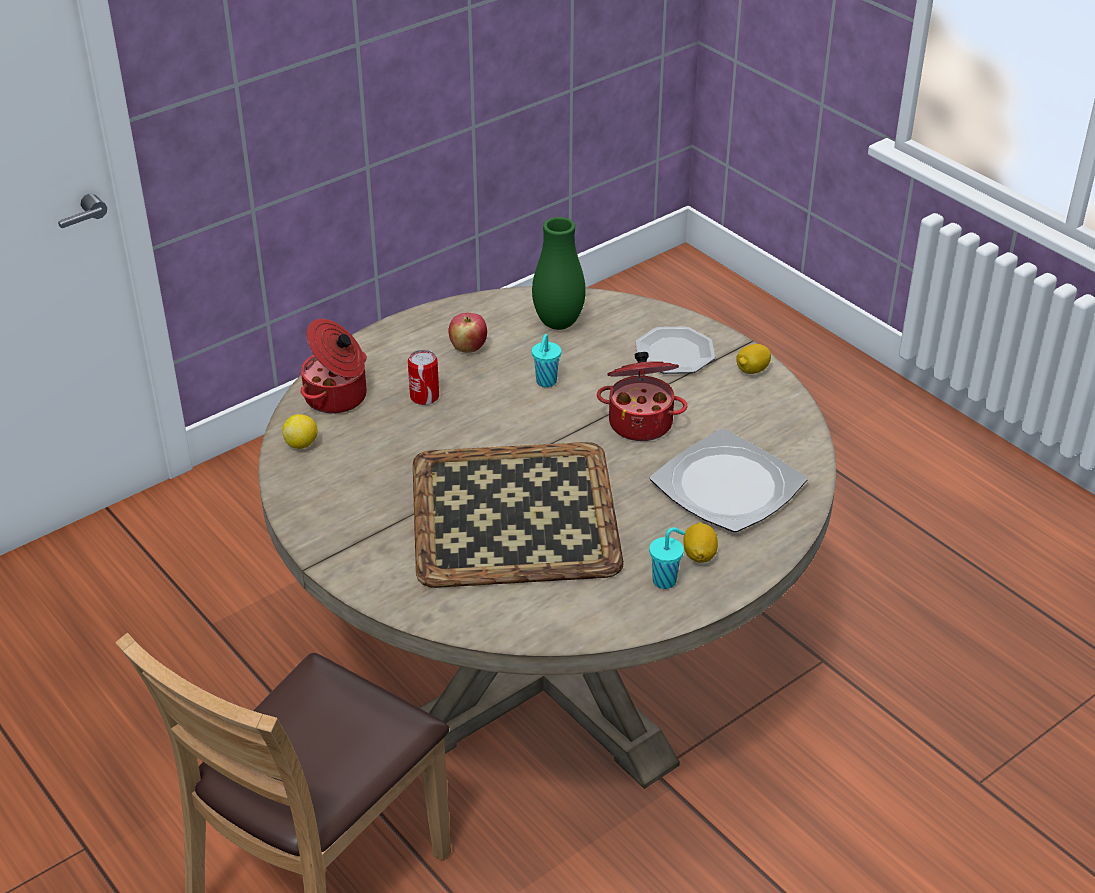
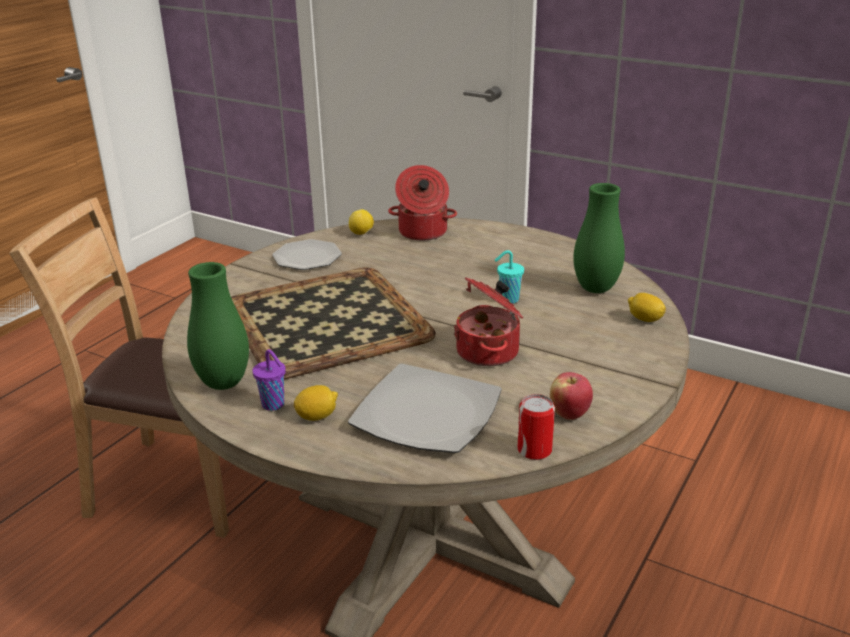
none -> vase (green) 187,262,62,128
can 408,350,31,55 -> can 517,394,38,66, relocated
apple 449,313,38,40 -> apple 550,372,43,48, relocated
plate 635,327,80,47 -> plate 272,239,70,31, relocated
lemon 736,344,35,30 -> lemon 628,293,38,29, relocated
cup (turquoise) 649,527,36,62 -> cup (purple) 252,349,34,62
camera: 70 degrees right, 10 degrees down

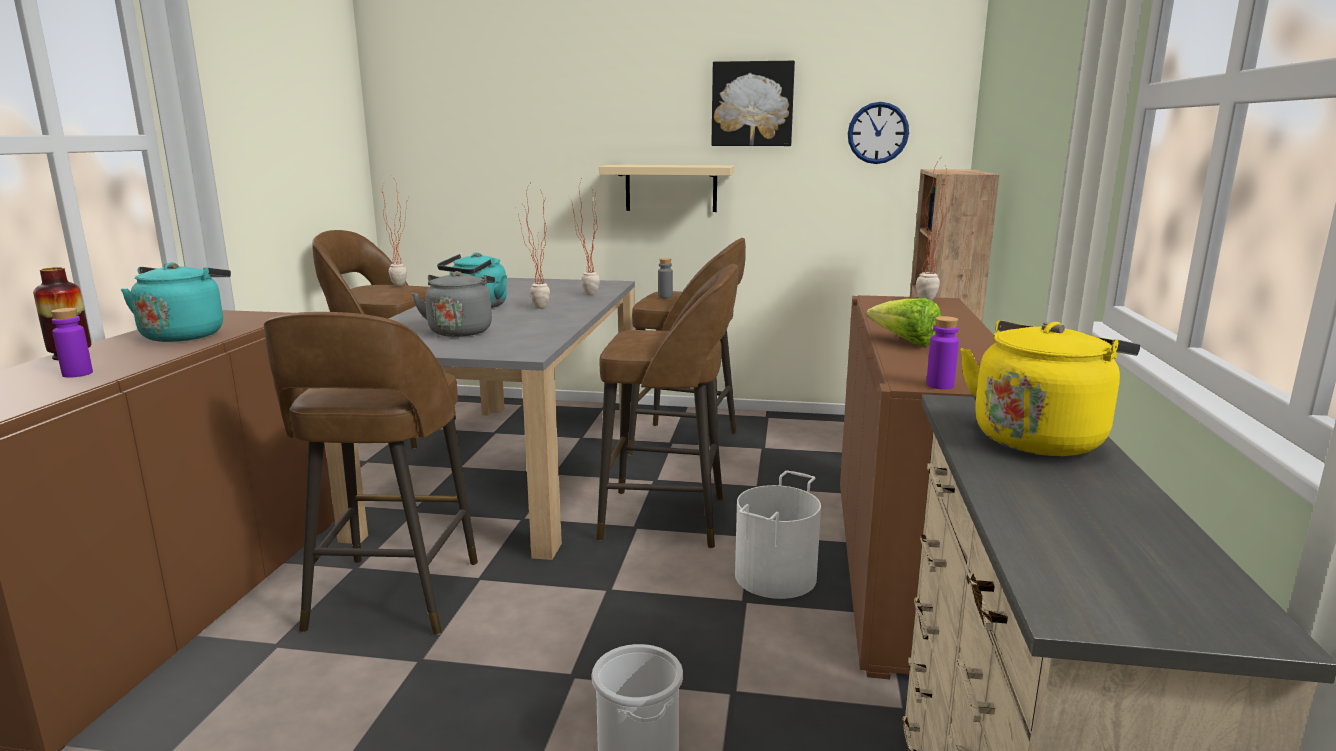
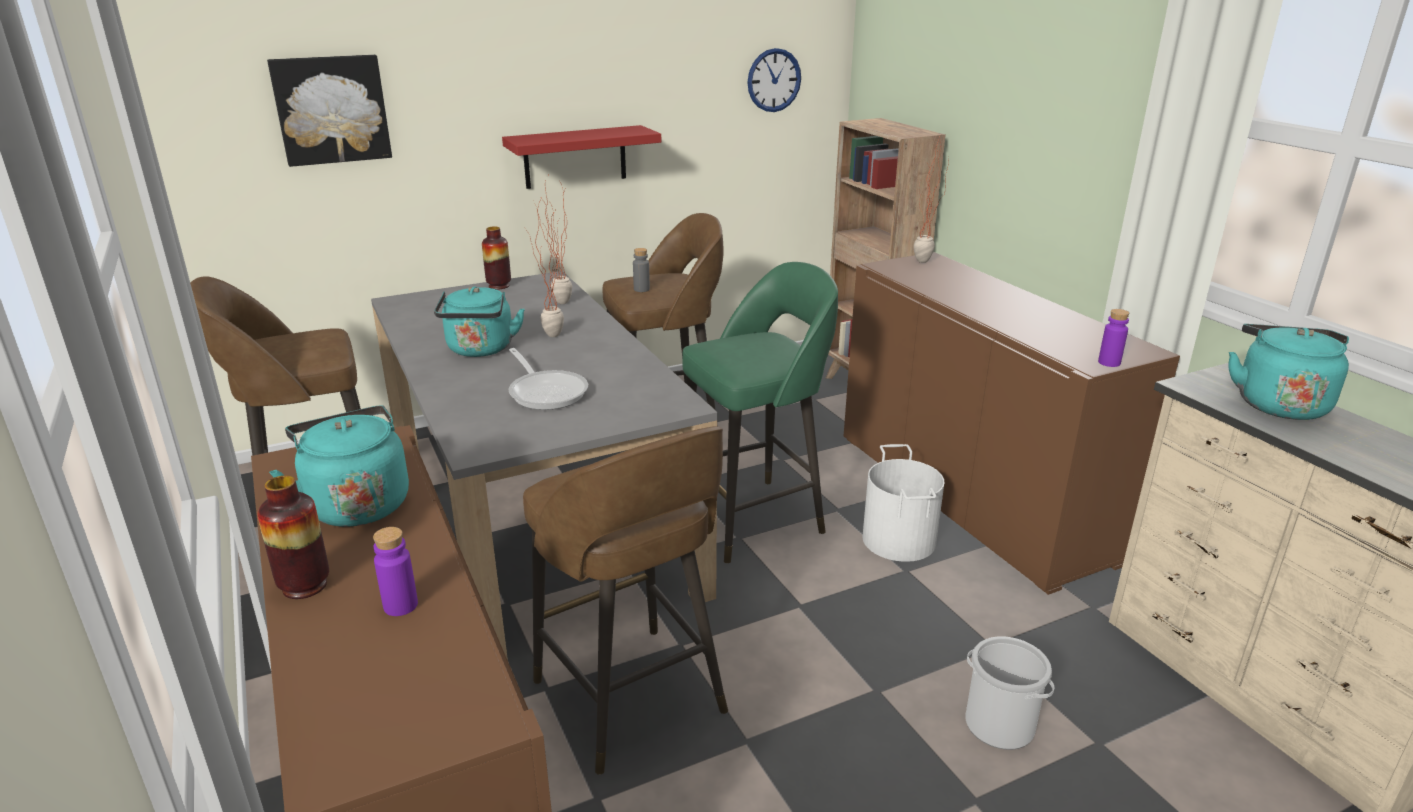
potted plant 380,176,29,110 -> none
lettuce 867,298,74,48 -> none
none -> vase 482,226,29,64
picture 712,61,83,85 -> picture 267,55,125,112, relocated
kettle (grey) 412,271,83,66 -> frying pan 509,348,79,62
stool (brown) 596,264,142,285 -> stool (green) 682,262,156,302
shelf (beige) 599,165,136,47 -> shelf (red) 502,125,159,64
kettle (yellow) 960,320,180,136 -> kettle (turquoise) 1228,324,121,96
camera: 35 degrees left, 10 degrees up

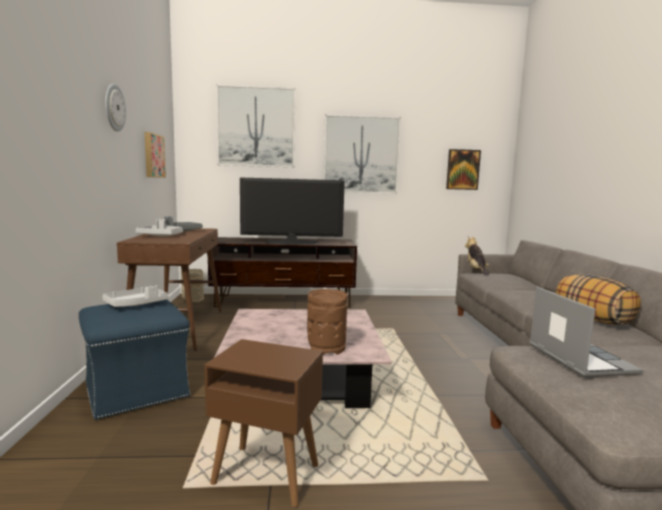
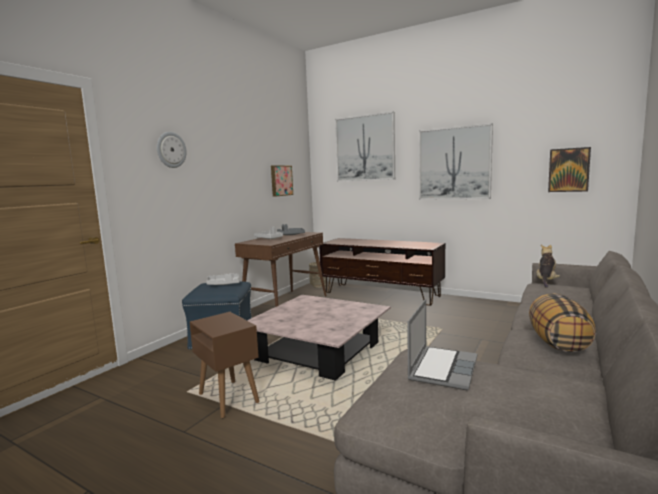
television 240,177,105,67 -> none
vase (brown) 307,289,40,66 -> none
wall clock 105,84,21,48 -> wall clock 157,132,30,36, relocated
camera: 35 degrees right, 0 degrees up

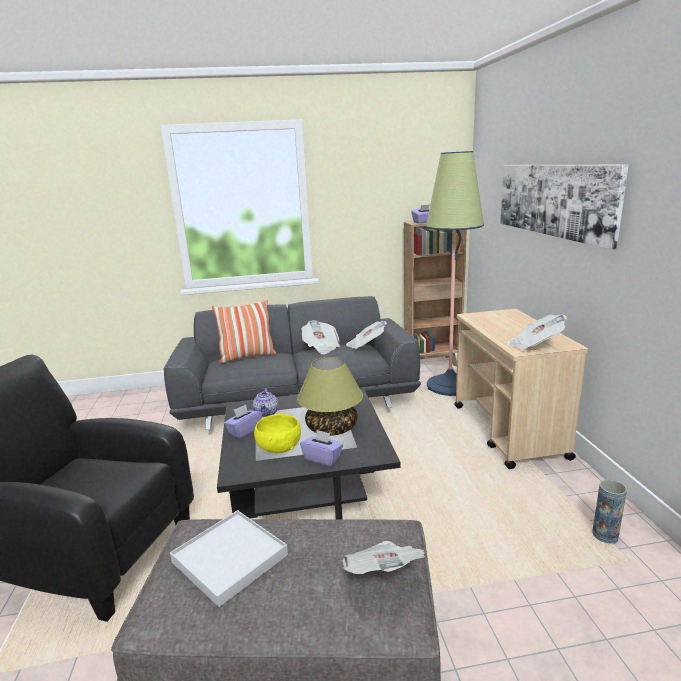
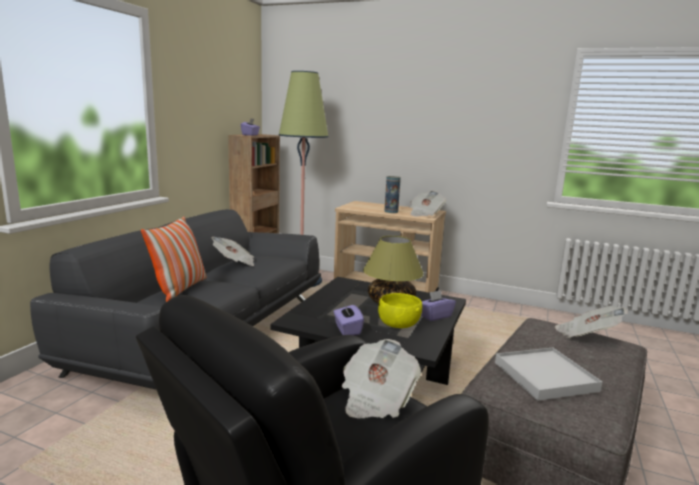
teapot 253,389,25,28 -> none
picture 500,165,128,85 -> none
newspaper 346,321,41,28 -> newspaper 342,339,79,79, relocated
vase 592,480,35,64 -> vase 384,176,17,37, relocated
camera: 60 degrees left, 5 degrees down

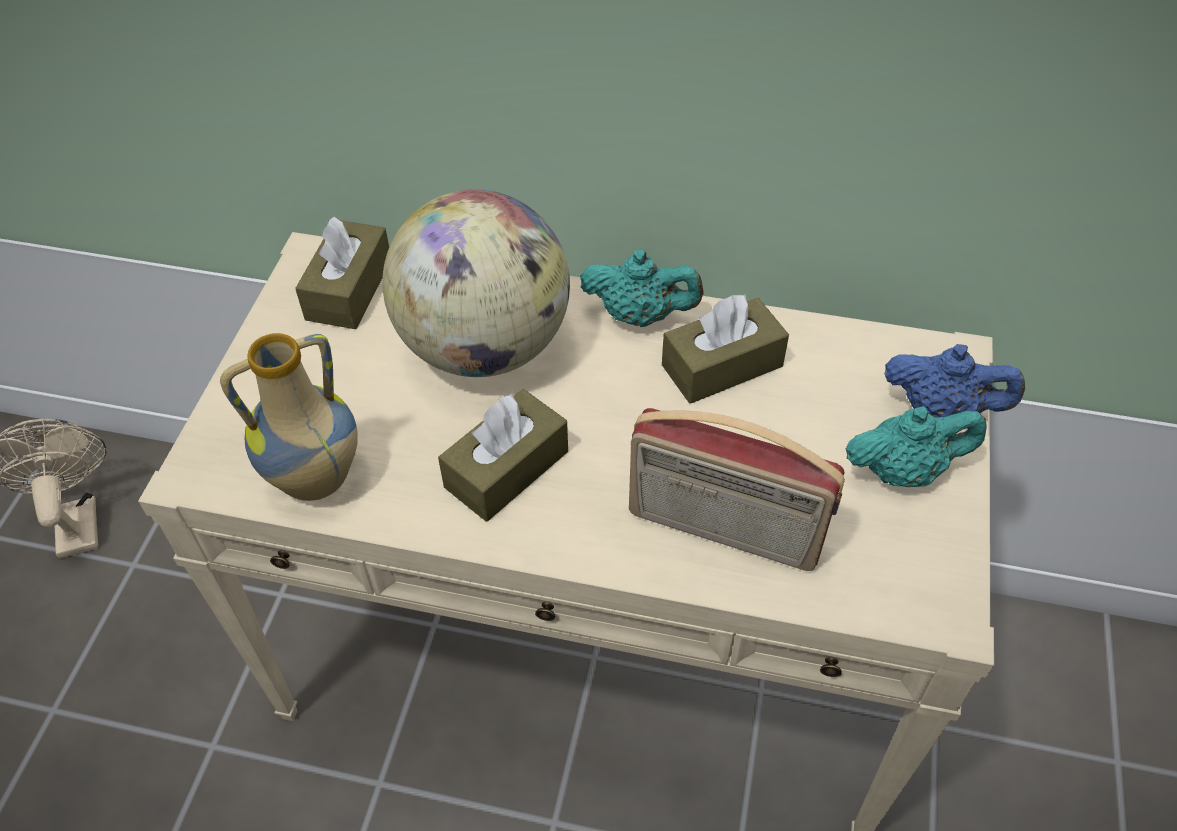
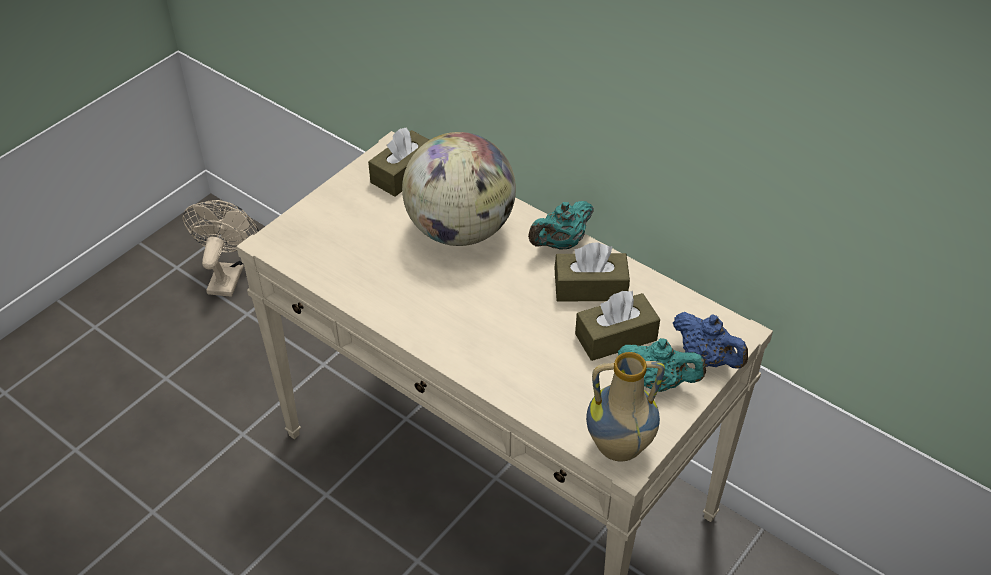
radio 629,408,216,163 -> none
vase 220,333,138,168 -> vase 586,352,79,109, relocated
tissue box (brown) 438,389,130,133 -> tissue box (brown) 575,291,85,70, relocated
teapot (turquoise) 580,250,123,77 -> teapot (turquoise) 528,201,66,49, 105 degrees clockwise
camera: 25 degrees right, 5 degrees down

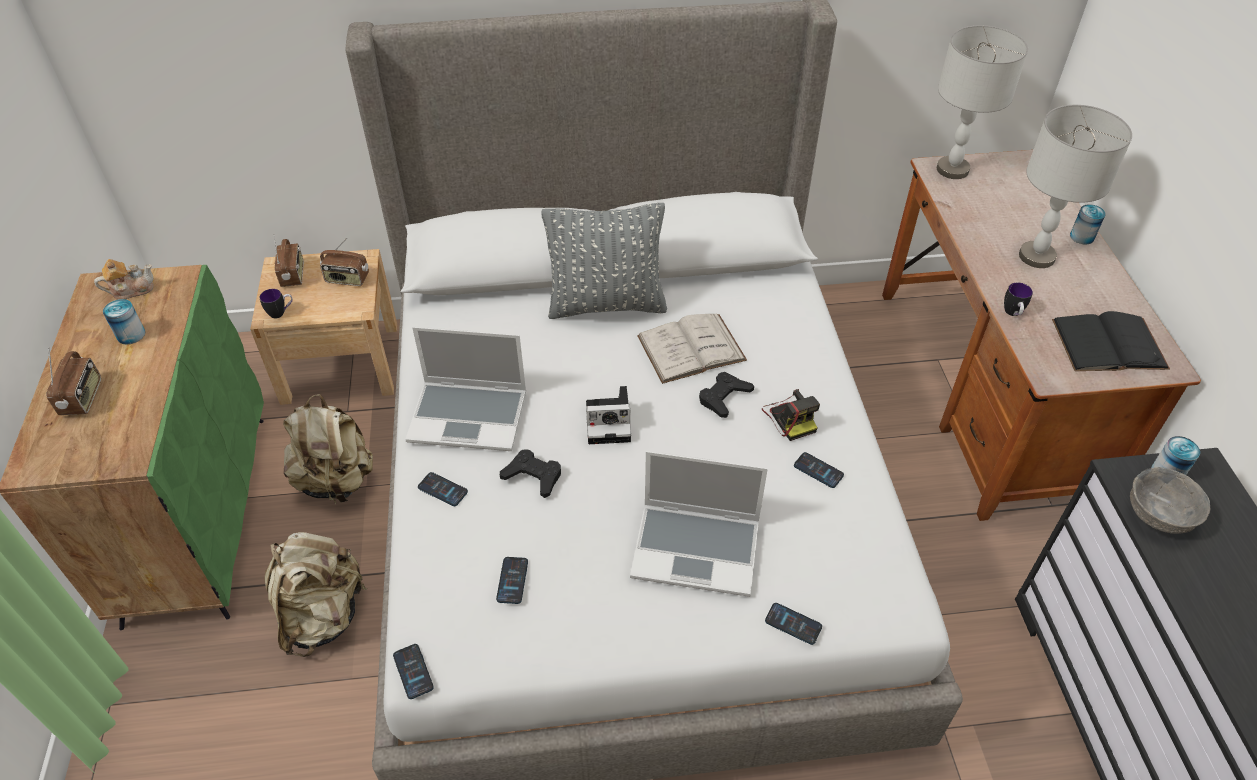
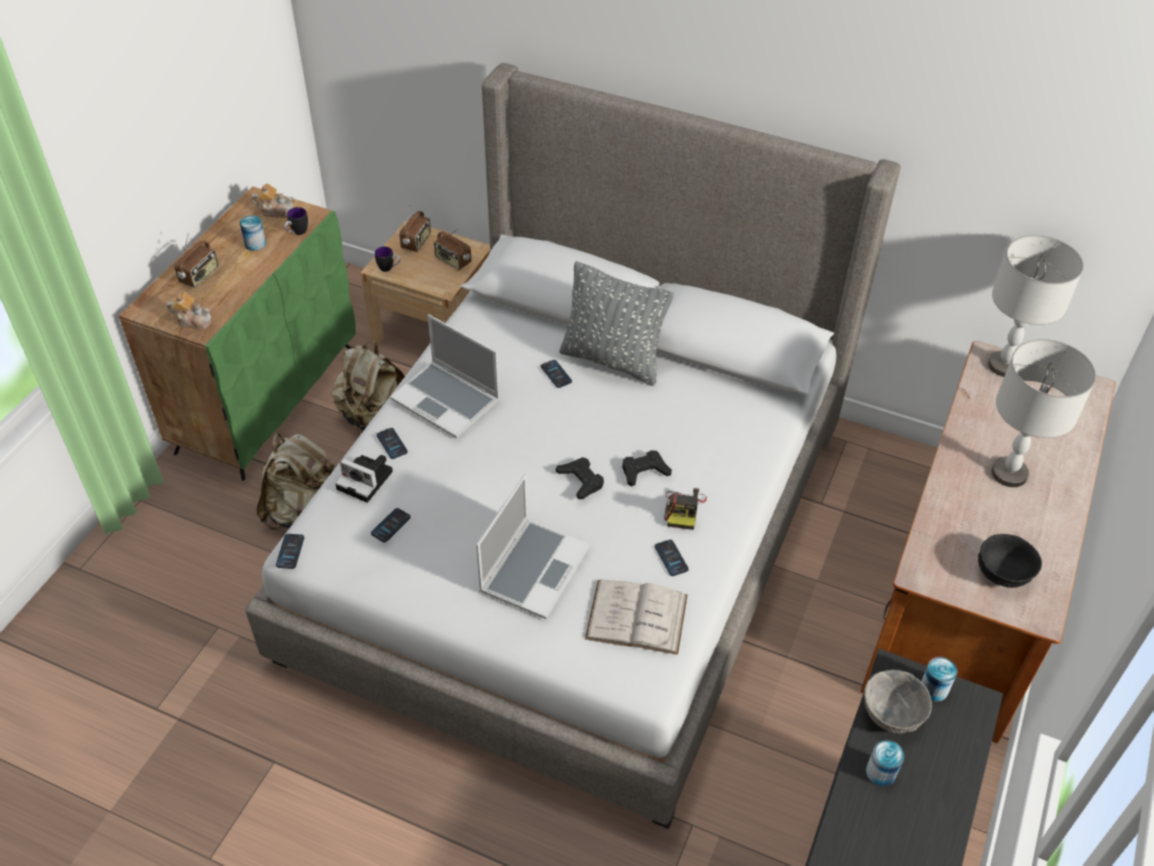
none -> teapot 167,292,44,38
game controller (black) 500,450,61,48 -> game controller (black) 556,457,48,42, relocated
photo camera 586,386,45,58 -> photo camera 335,455,58,48, relocated
book (white) 637,313,110,71 -> book (white) 585,580,103,75, relocated
phone 765,603,57,42 -> phone 541,360,31,28, relocated
mug 1004,282,29,34 -> mug 284,207,24,28, relocated
can 1070,204,36,40 -> can 866,740,38,46, relocated
book (black) 1052,311,118,60 -> bowl (black) 978,534,64,54
laptop 630,451,138,146 -> laptop 476,474,114,145, 105 degrees counterclockwise
camera: 30 degrees right, 0 degrees up

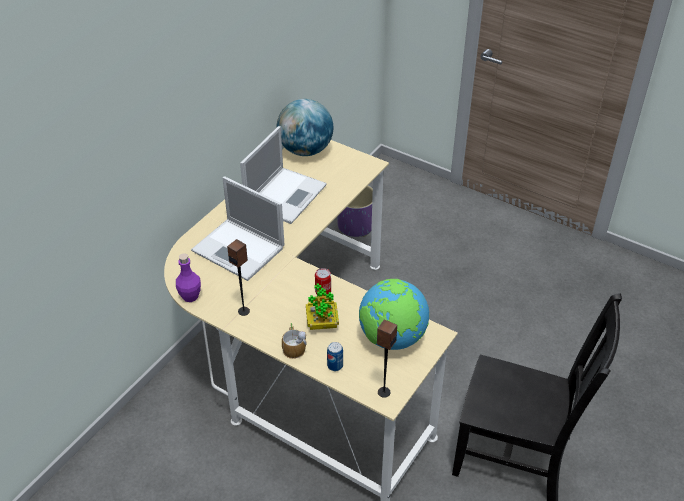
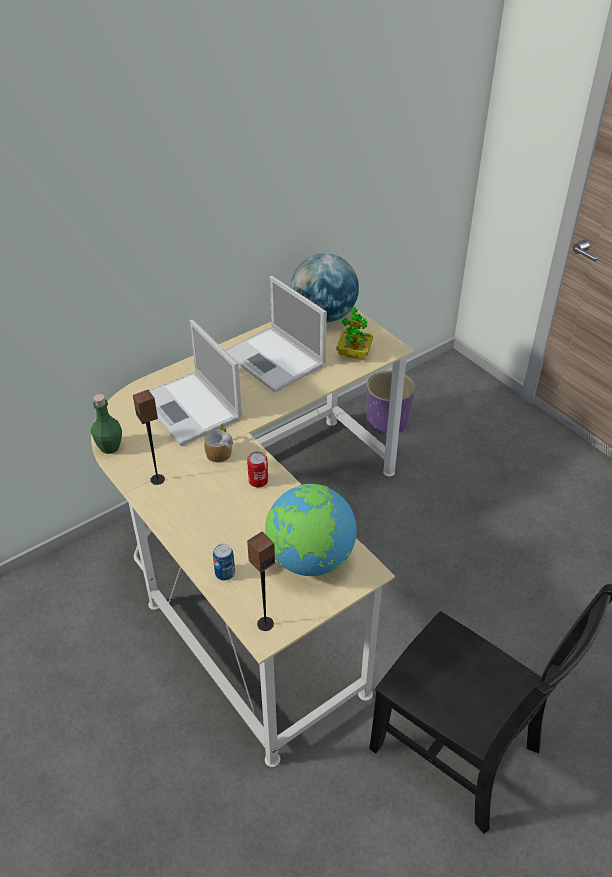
mug 282,323,25,36 -> mug 204,423,29,40, relocated
potted plant 306,283,33,47 -> potted plant 336,307,37,52, relocated
bottle (purple) 176,253,25,49 -> bottle (green) 91,394,31,60
laptop 240,126,87,98 -> laptop 225,276,102,117, 90 degrees clockwise
camera: 20 degrees right, 0 degrees up

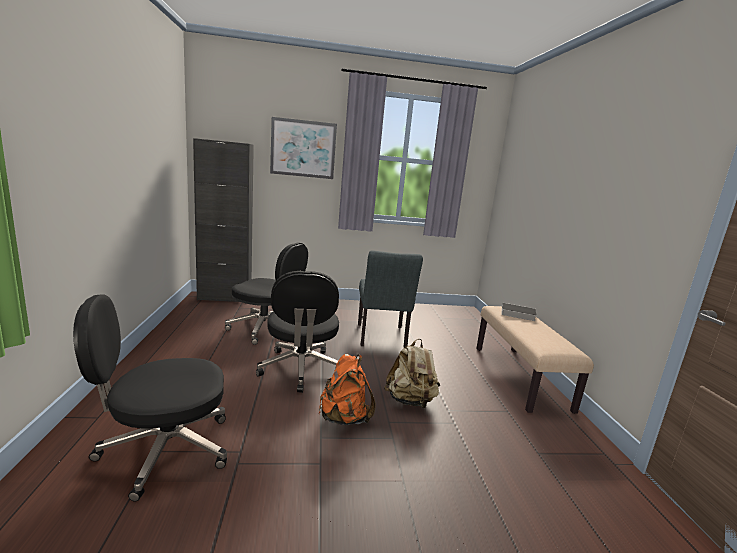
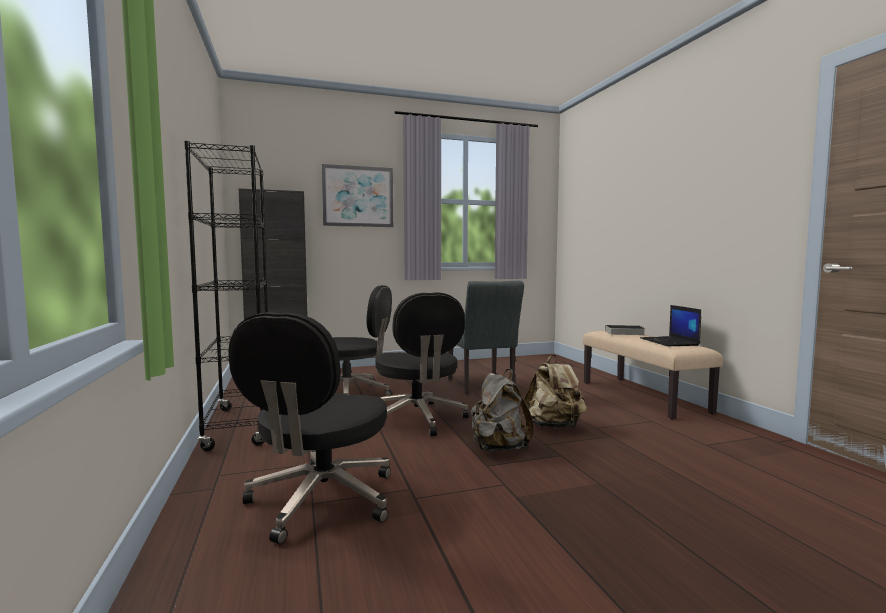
none -> bookcase (black) 184,141,84,310
none -> laptop 640,305,61,41
backpack (orange) 318,354,58,71 -> backpack (grey) 470,369,64,83
office chair (black) 73,295,154,207 -> office chair (black) 228,312,163,232, 45 degrees counterclockwise
camera: 10 degrees left, 10 degrees down

